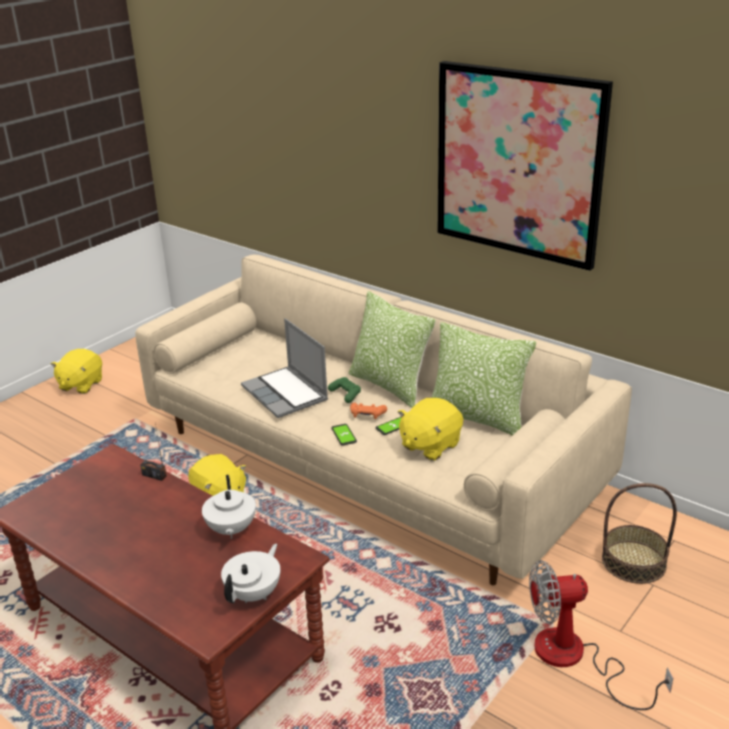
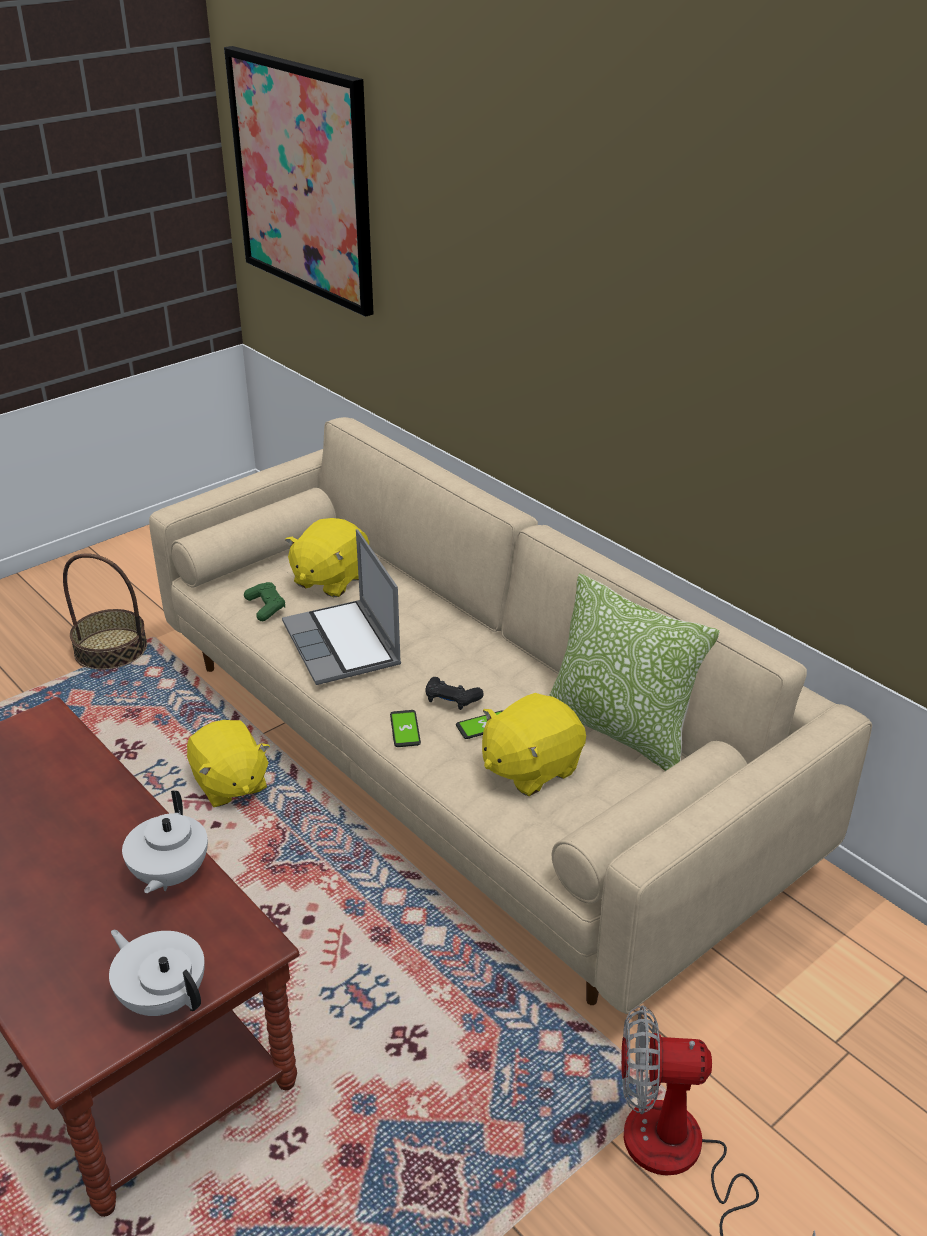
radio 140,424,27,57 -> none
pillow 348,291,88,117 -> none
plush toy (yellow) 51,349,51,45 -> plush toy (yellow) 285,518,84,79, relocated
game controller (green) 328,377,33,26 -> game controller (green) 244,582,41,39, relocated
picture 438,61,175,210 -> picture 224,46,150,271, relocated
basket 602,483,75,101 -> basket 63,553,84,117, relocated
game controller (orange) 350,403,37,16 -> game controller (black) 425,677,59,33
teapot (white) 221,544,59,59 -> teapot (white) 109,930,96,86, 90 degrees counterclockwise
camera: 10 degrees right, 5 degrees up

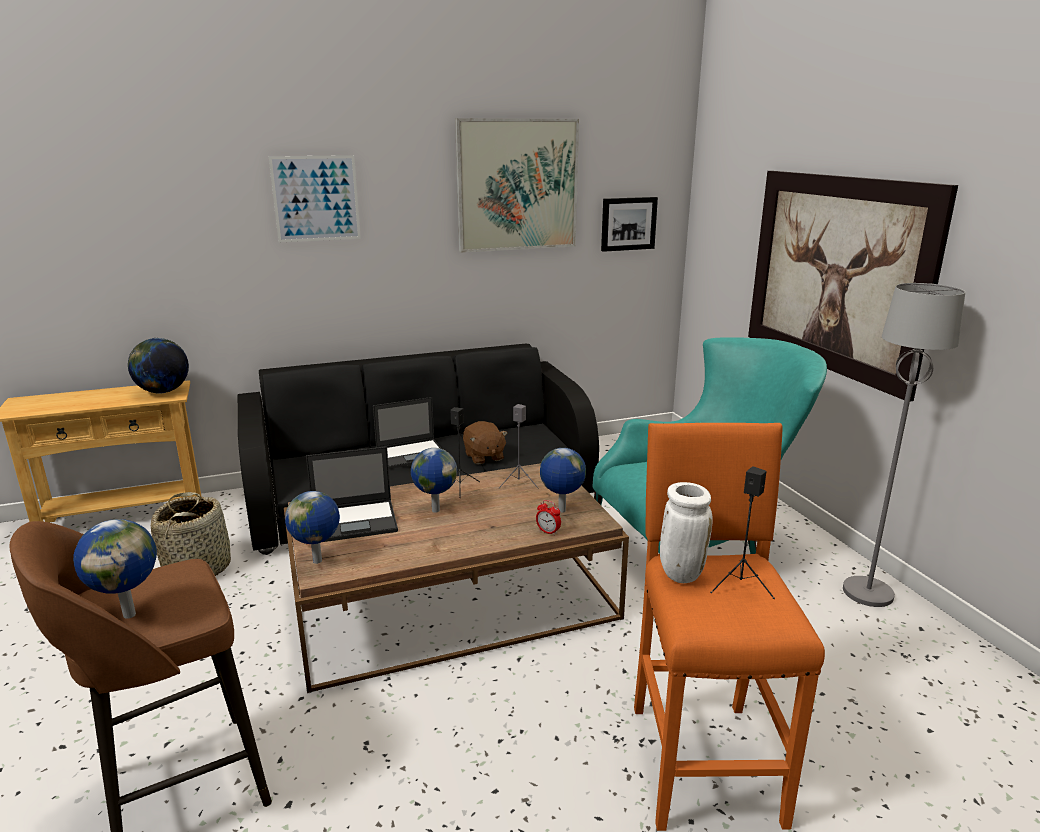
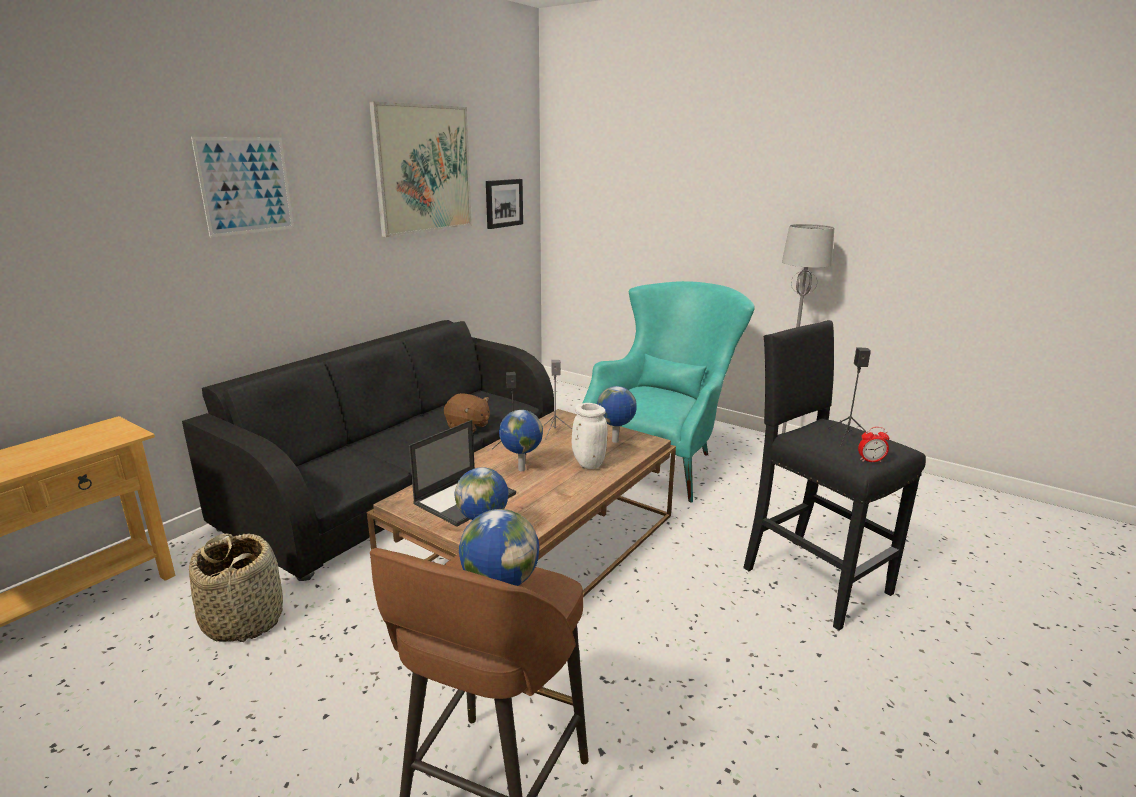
globe 128,338,61,56 -> none
laptop 373,397,69,72 -> none
picture 748,171,210,230 -> none
alarm clock 536,500,25,35 -> alarm clock 858,427,31,35, relocated
vase (white) 660,482,53,101 -> vase (white) 572,403,36,66, relocated
stool (orange) 634,423,191,408 -> stool (black) 743,320,183,310
camera: 35 degrees left, 0 degrees up

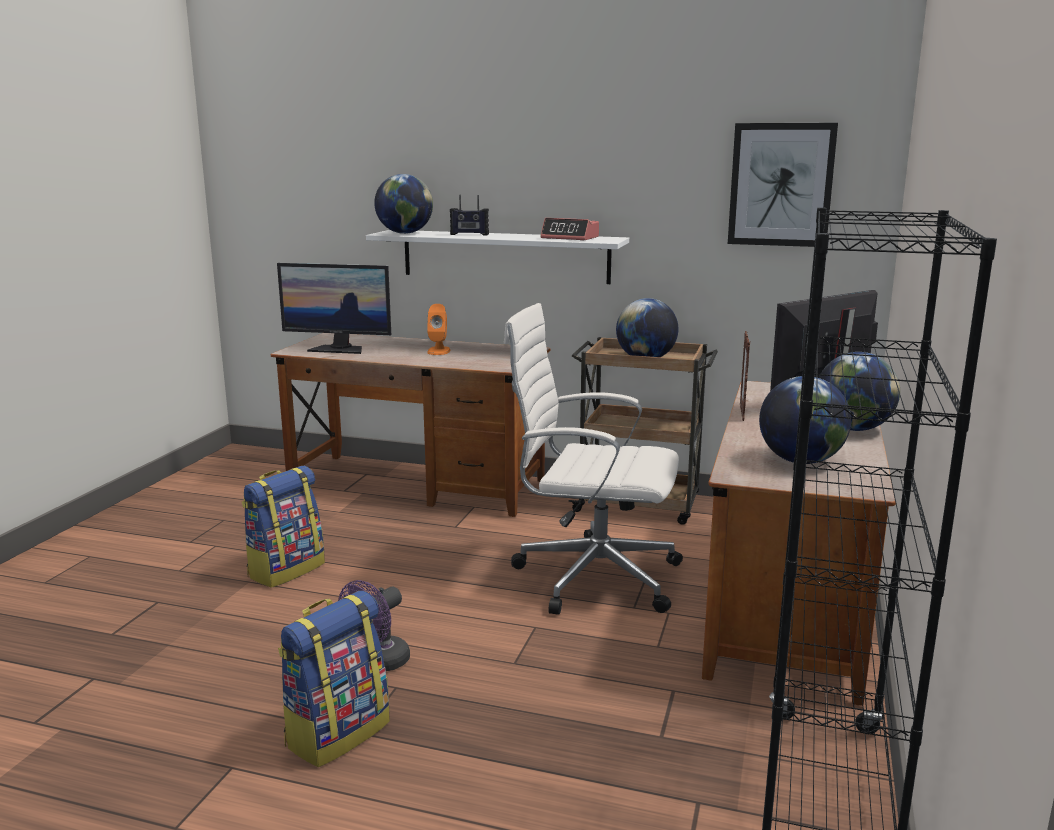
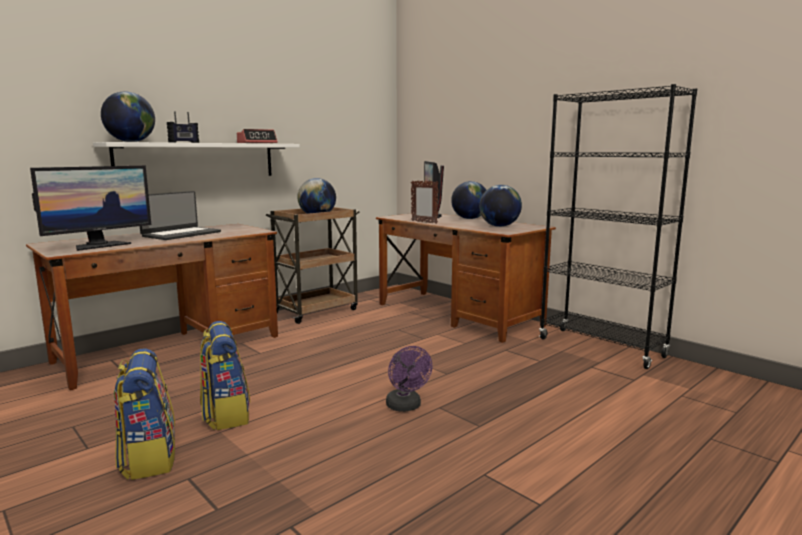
office chair (white) 504,303,179,312 -> none
picture 728,123,110,124 -> none
backpack 278,591,112,176 -> backpack 114,348,61,132, relocated
speaker (orange) 427,304,23,51 -> laptop 140,191,81,49
camera: 60 degrees left, 5 degrees down

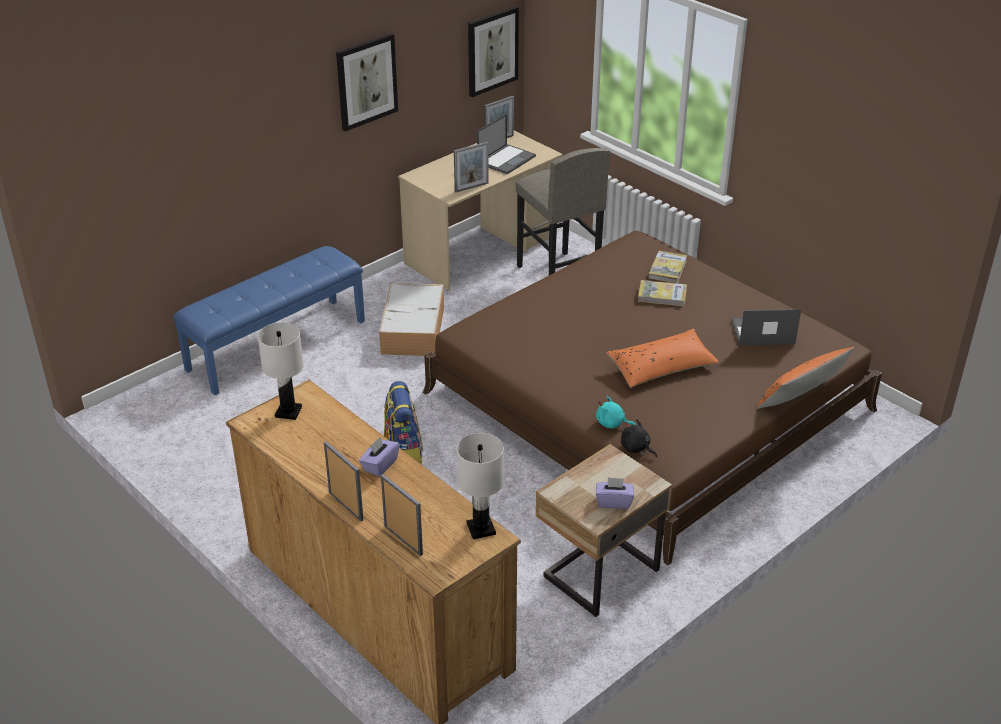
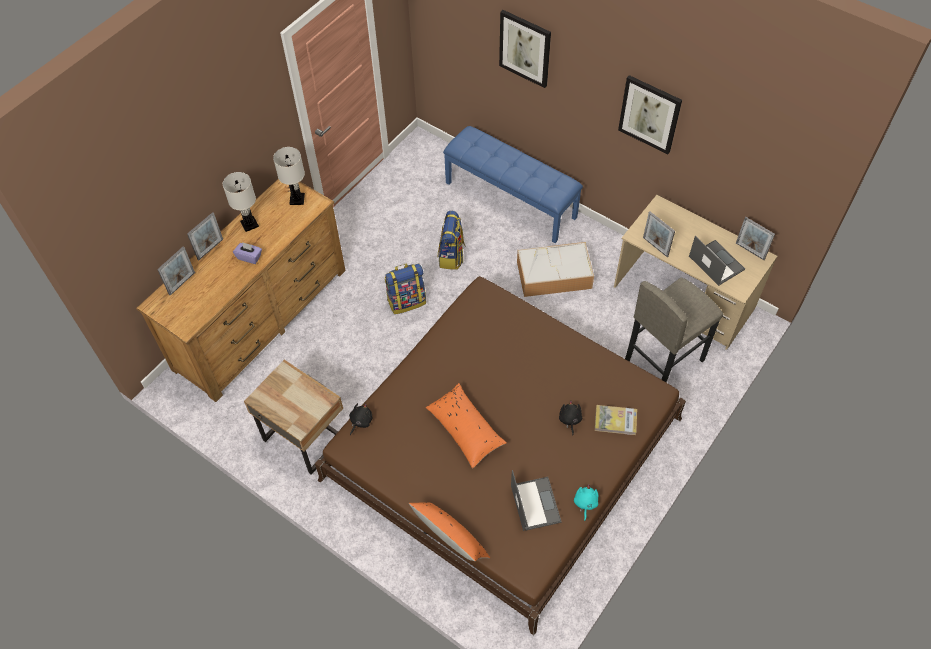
tissue box (purple) 596,477,38,32 -> none
none -> backpack 438,211,28,59
table lamp (white) 457,433,47,106 -> table lamp (white) 223,172,36,60, relocated
picture 468,6,51,91 -> picture 499,10,52,78, relocated
plush toy (turquoise) 596,396,40,33 -> plush toy (turquoise) 574,484,25,37, relocated
book 638,280,49,26 -> plush toy (black) 559,401,23,35
laptop 477,114,59,60 -> laptop 689,236,56,50, 150 degrees counterclockwise
camera: 80 degrees right, 20 degrees up

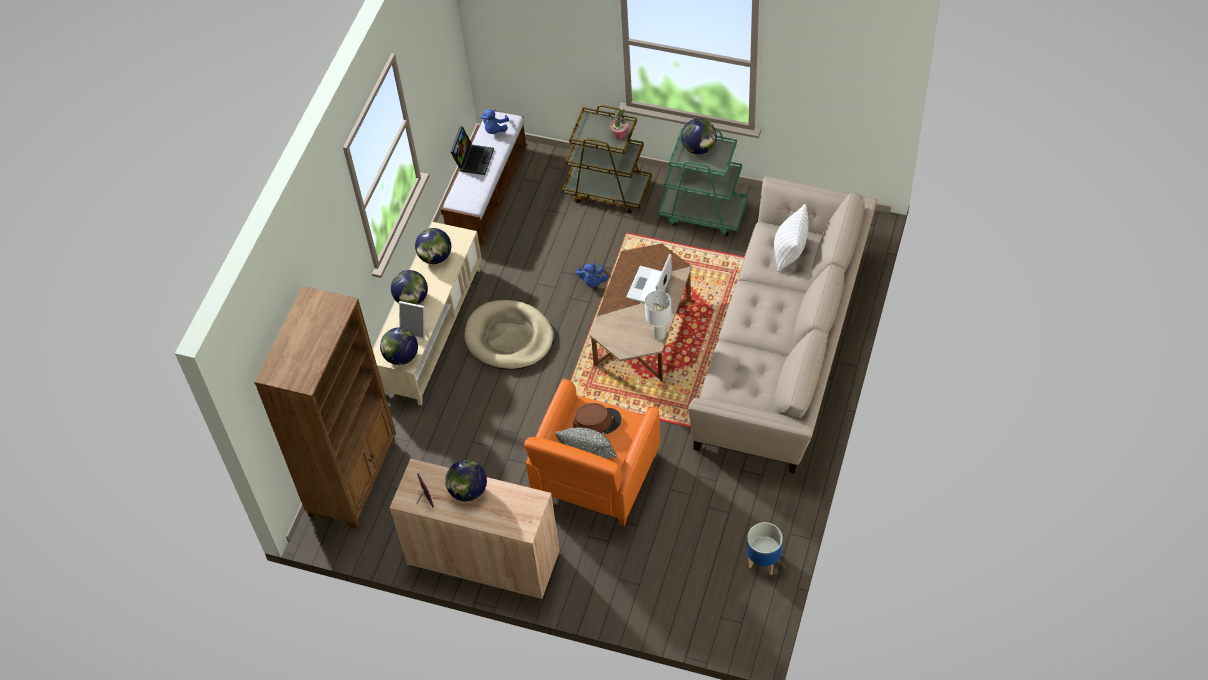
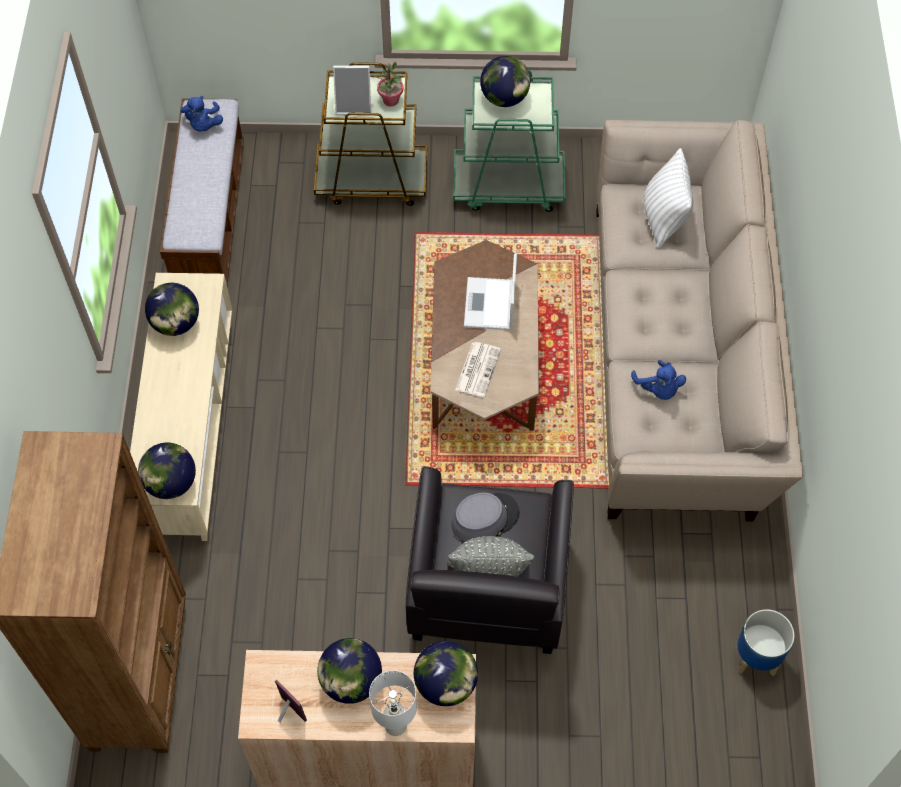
laptop 450,126,44,49 -> none
dog bed (beige) 464,300,90,70 -> none
none -> newspaper 455,342,46,55
globe 391,270,37,35 -> globe 414,641,64,65, relocated
picture frame 399,301,26,39 -> picture frame 333,65,38,50, relocated
plush toy (blue) 576,262,32,25 -> plush toy (blue) 631,360,55,40, relocated
table lamp (white) 645,290,27,50 -> table lamp (white) 369,670,48,66, relocated
armchair (orange) 524,379,136,147 -> armchair (black) 406,466,168,188
hat (brown) 573,403,49,31 -> hat (grey) 451,492,69,49
camera: 20 degrees left, 5 degrees up

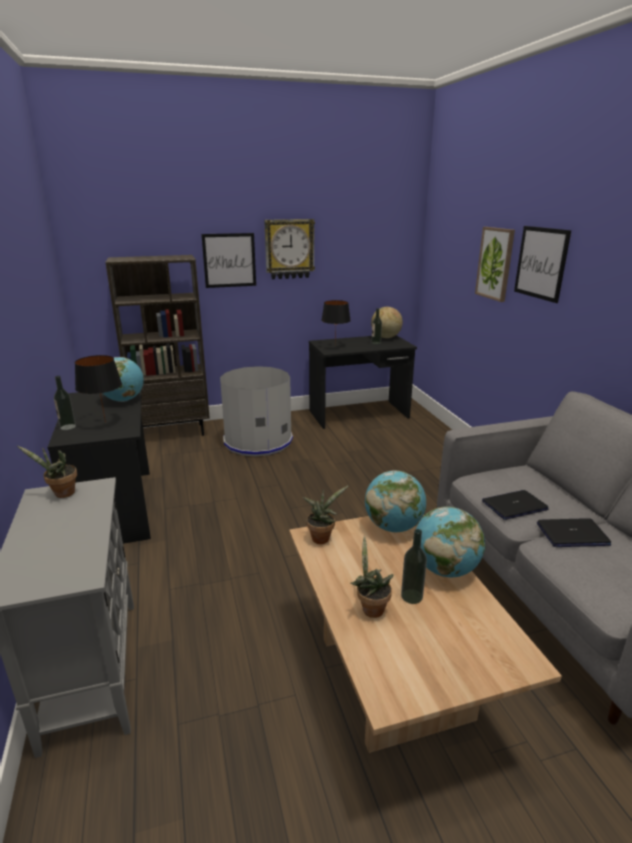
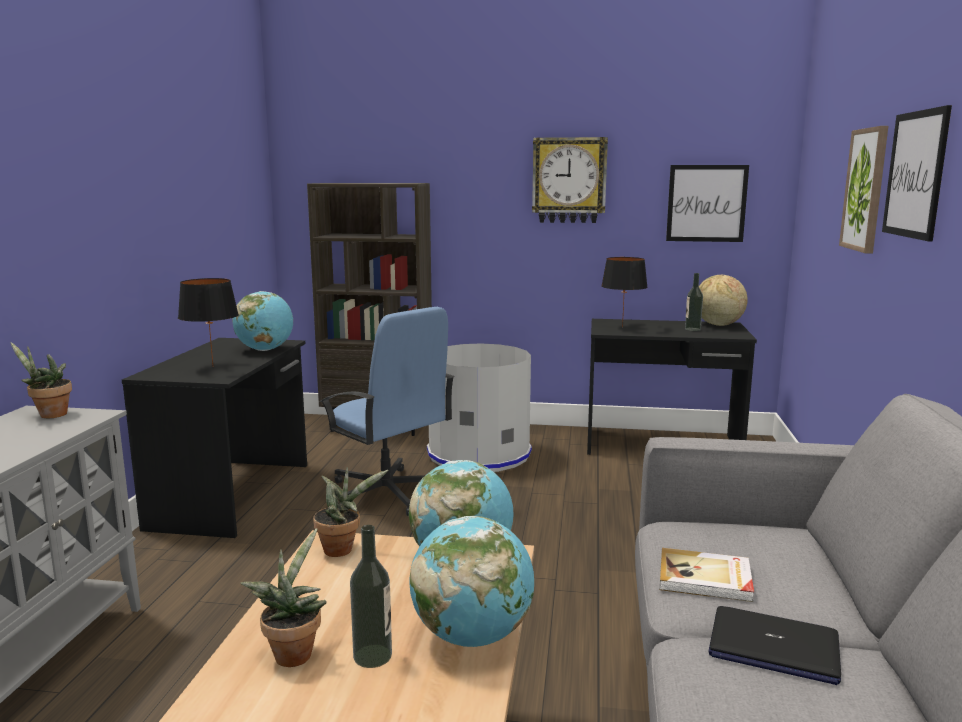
bottle 54,376,22,54 -> none
none -> office chair (blue) 320,307,135,209
picture 201,233,55,55 -> picture 666,165,83,77, relocated
laptop 482,490,67,30 -> book 660,548,94,54
camera: 25 degrees right, 10 degrees down

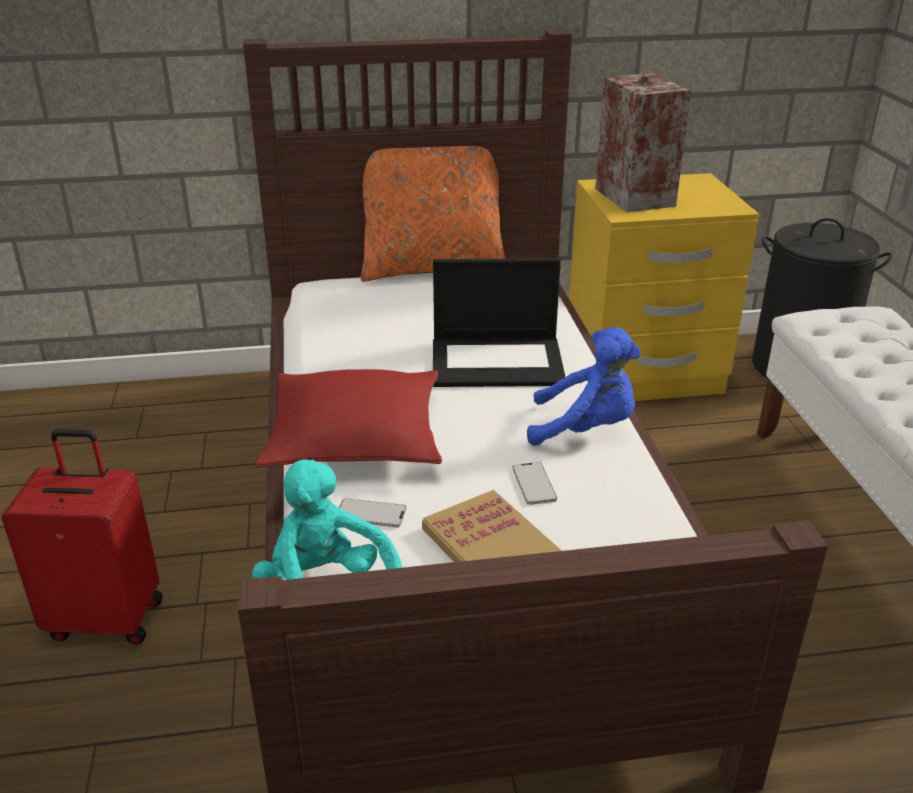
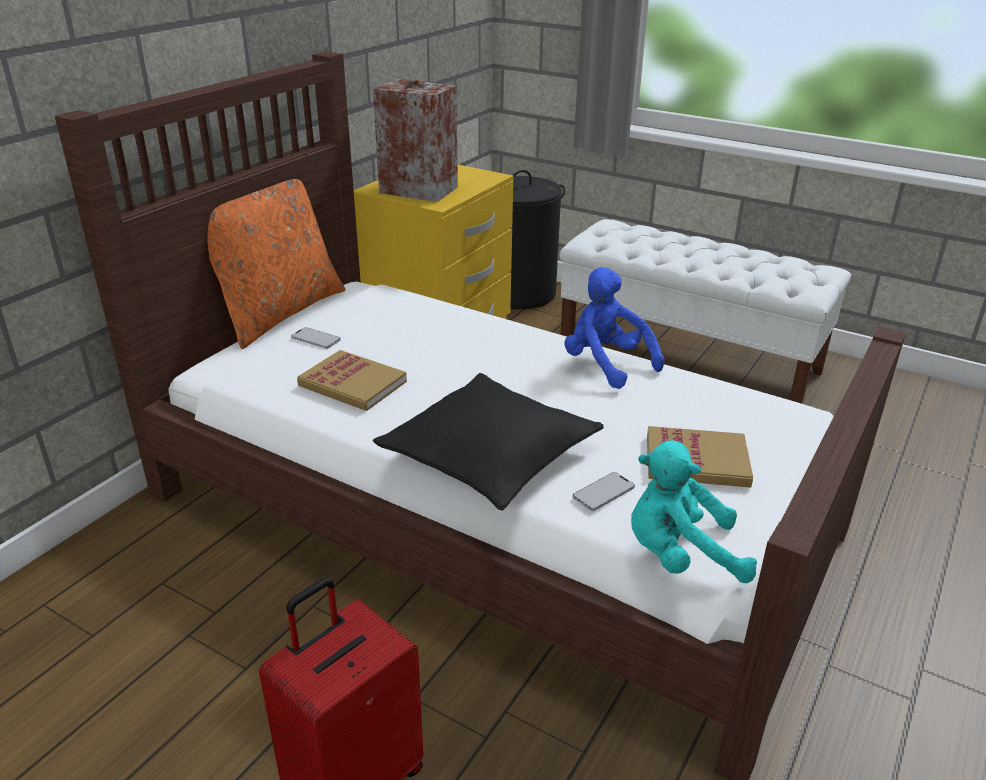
laptop 433,258,132,129 -> none
none -> book 297,350,110,61
phone 512,462,45,43 -> phone 291,327,50,22, relocated
pillow (red) 255,369,187,99 -> pillow (black) 373,373,231,138
plush toy (blue) 527,327,114,119 -> plush toy (blue) 564,267,100,122, 90 degrees counterclockwise
camera: 50 degrees left, 0 degrees up

